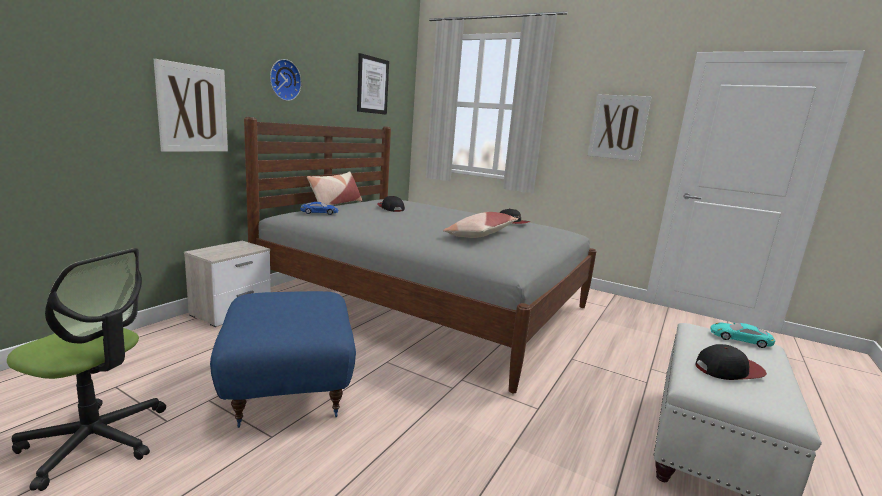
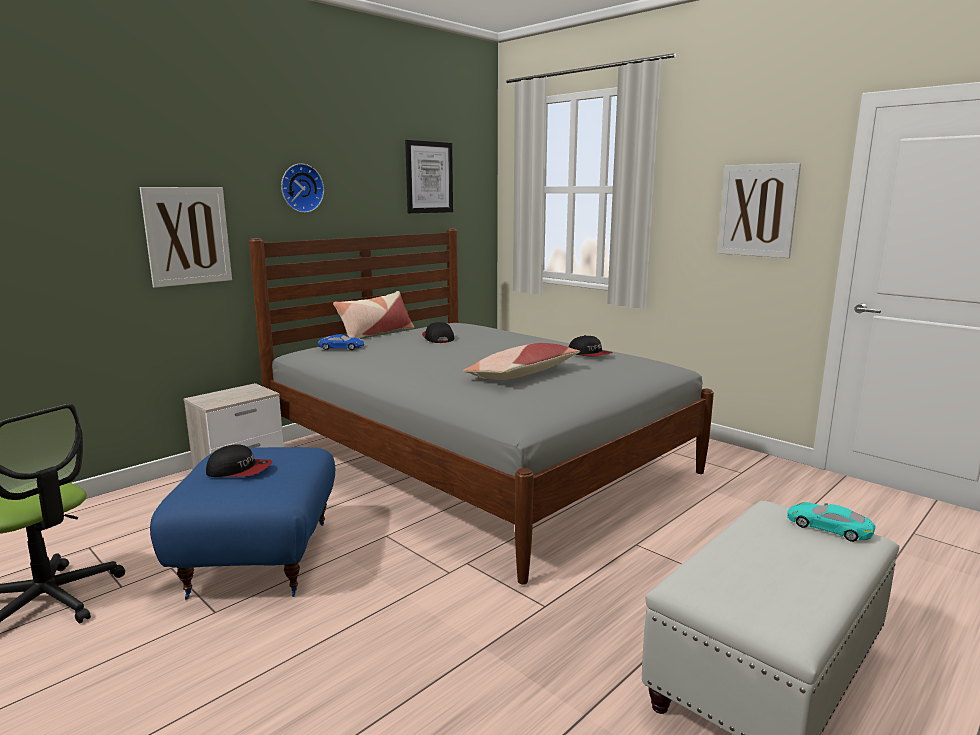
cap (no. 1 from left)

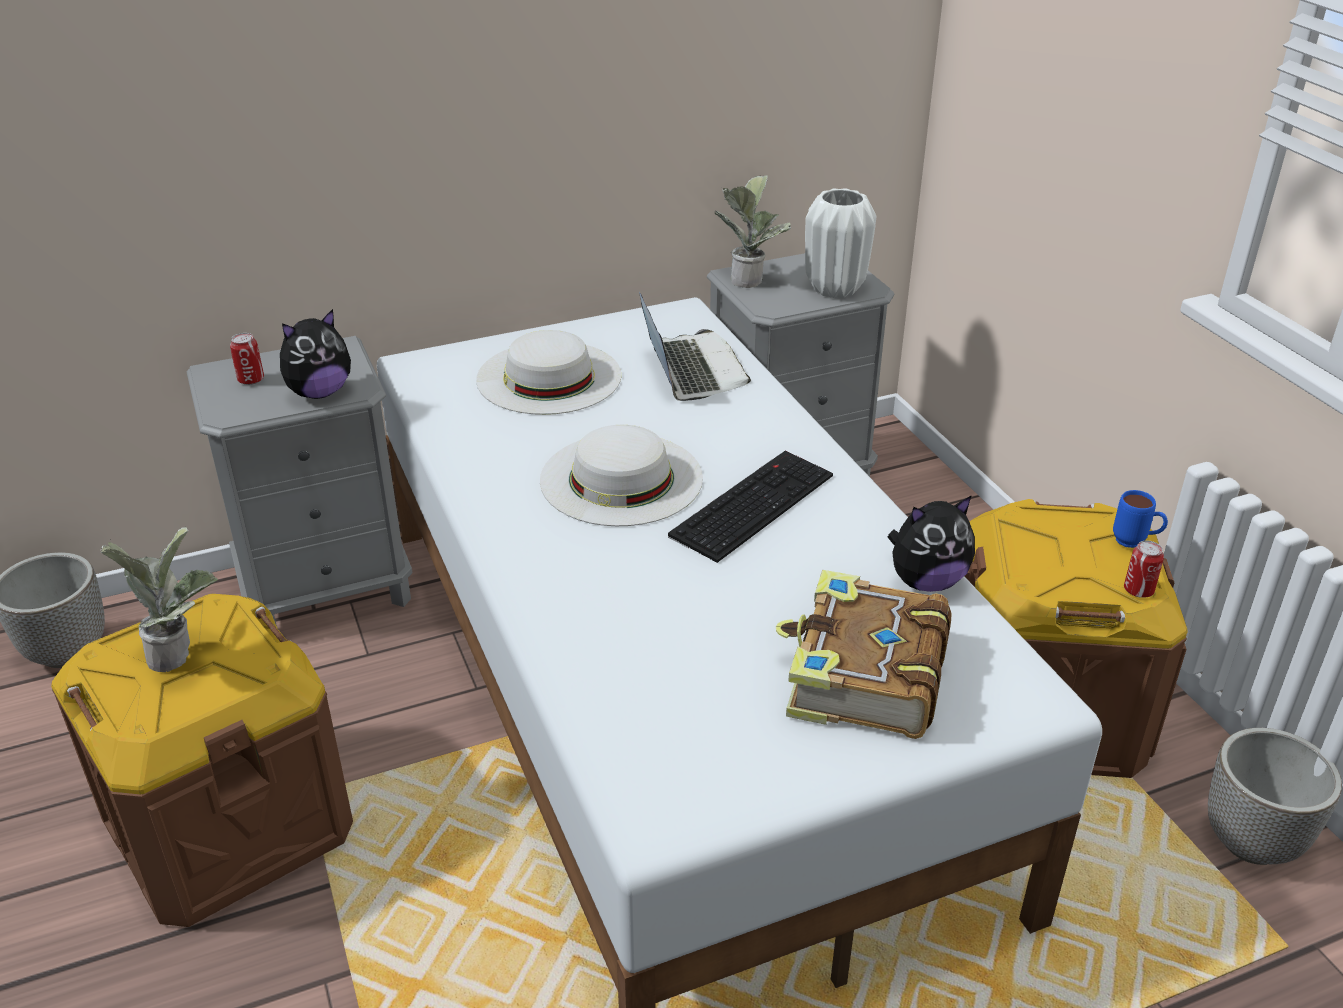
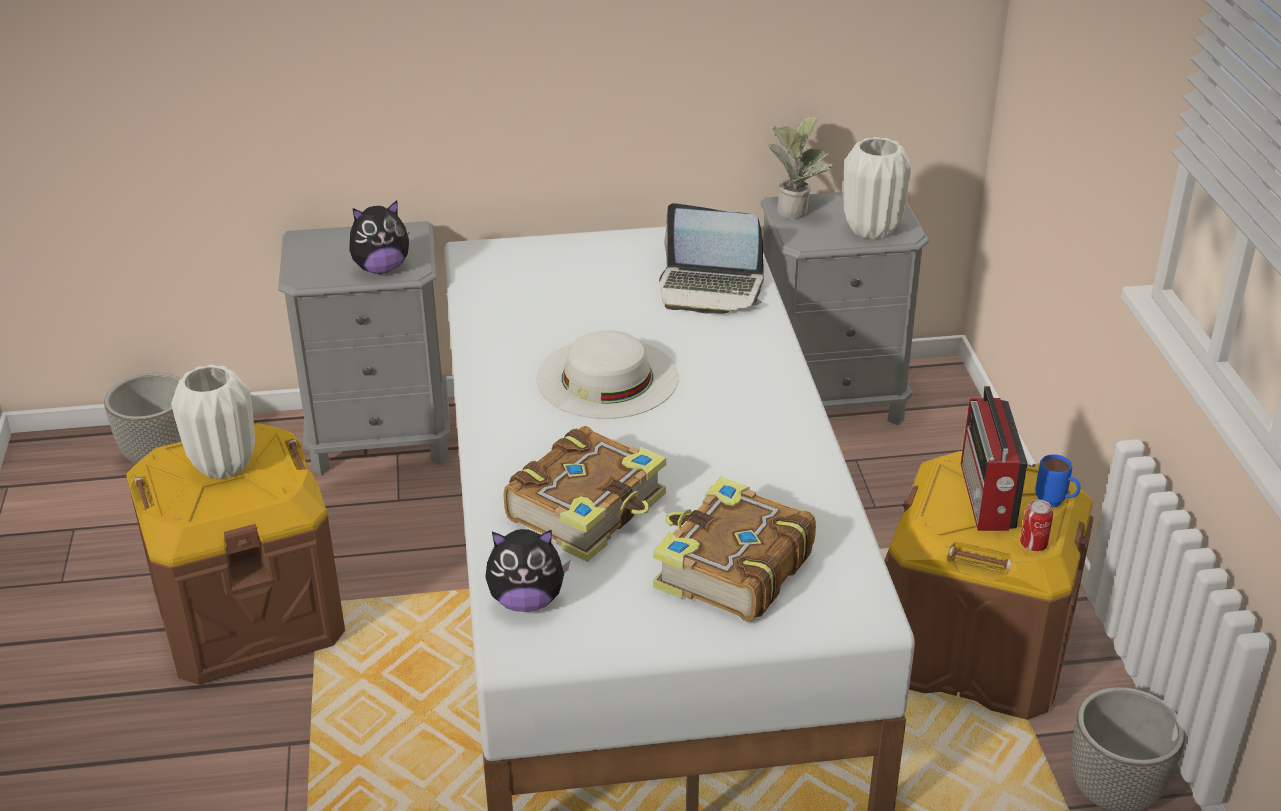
white vase (no. 1 from left)
plush toy (no. 2 from left)
book (no. 1 from left)
laptop
radio
can (no. 1 from left in the first image)
white hat (no. 1 from left in the first image)
keyboard

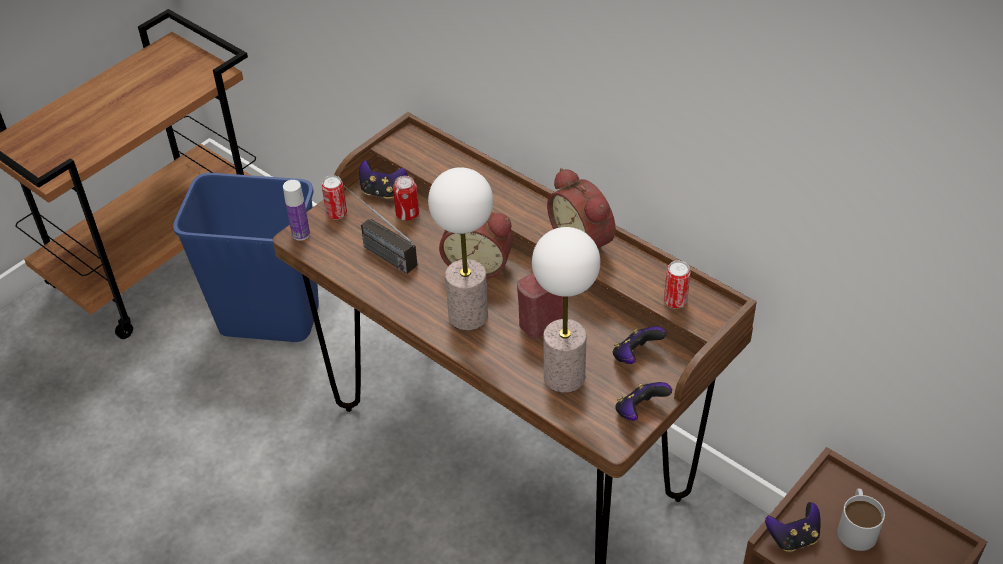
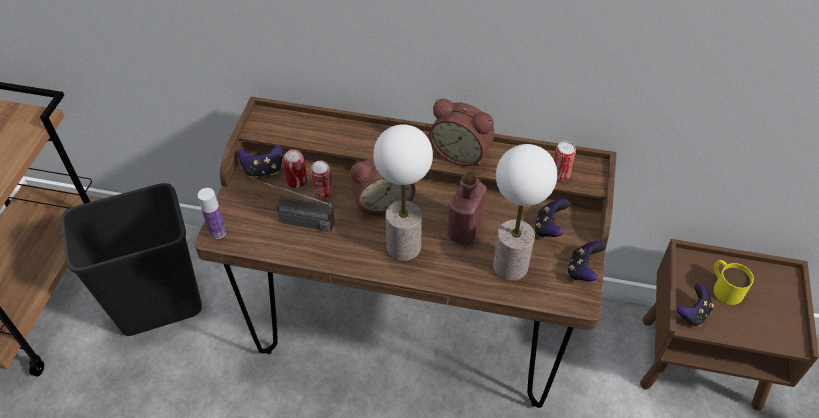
black trash can
can (no. 2 from left)
yellow mug

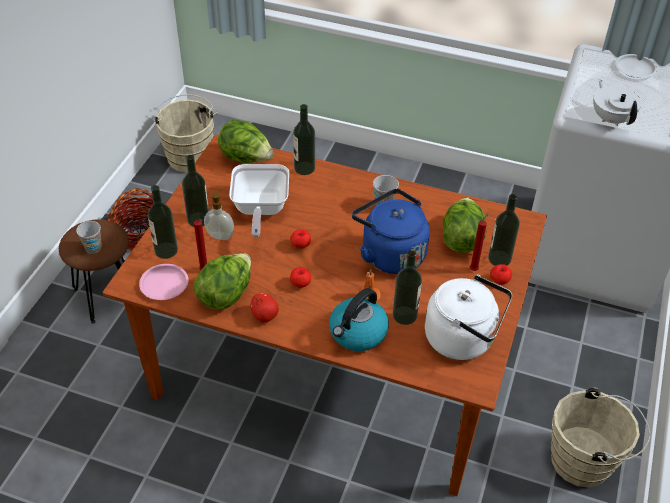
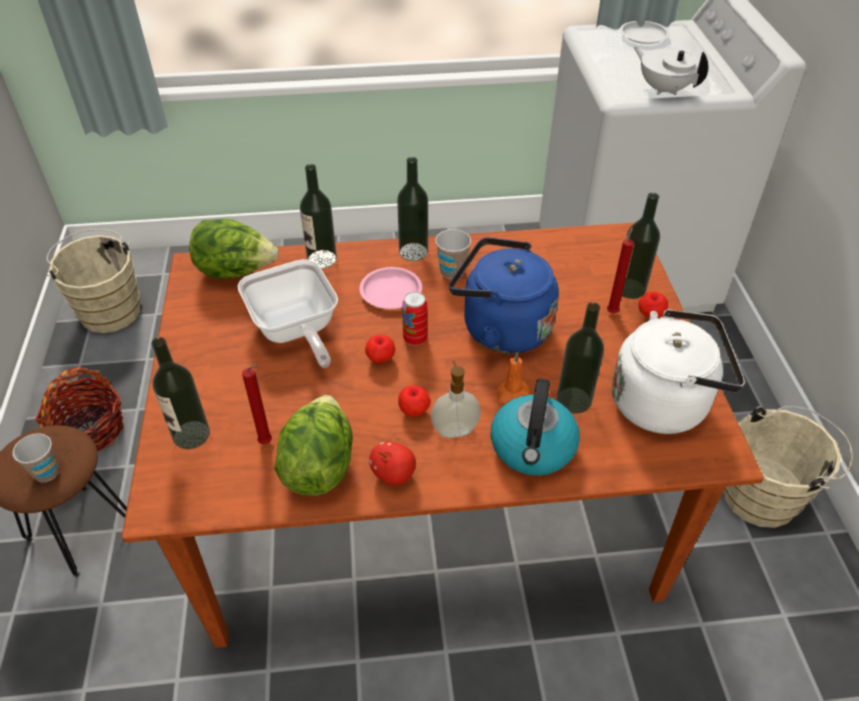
pink plate
bottle (no. 3 from left)
can
soap dispenser
lettuce (no. 3 from left in the first image)

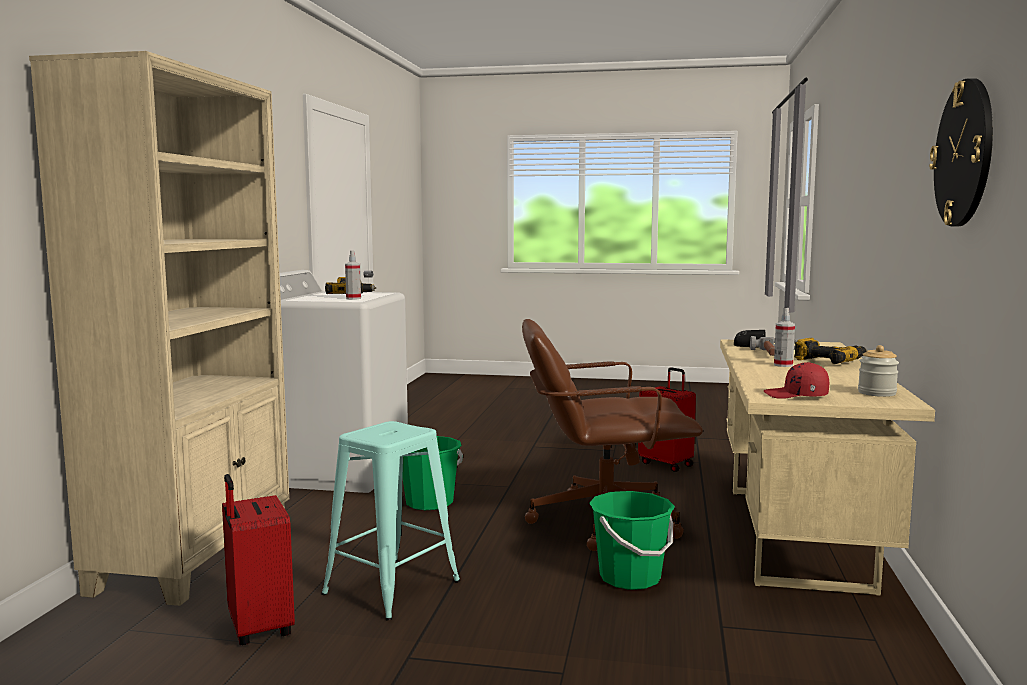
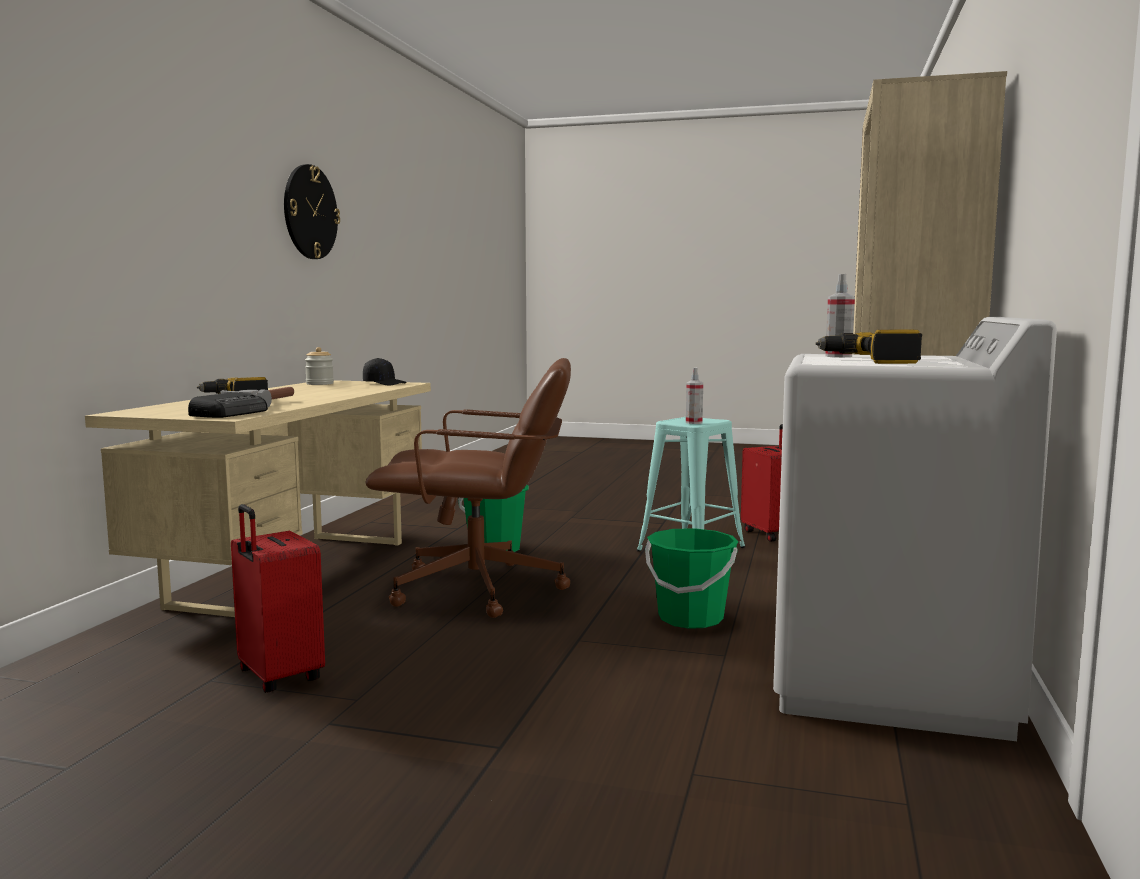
black cap
spray bottle (no. 1 from left)

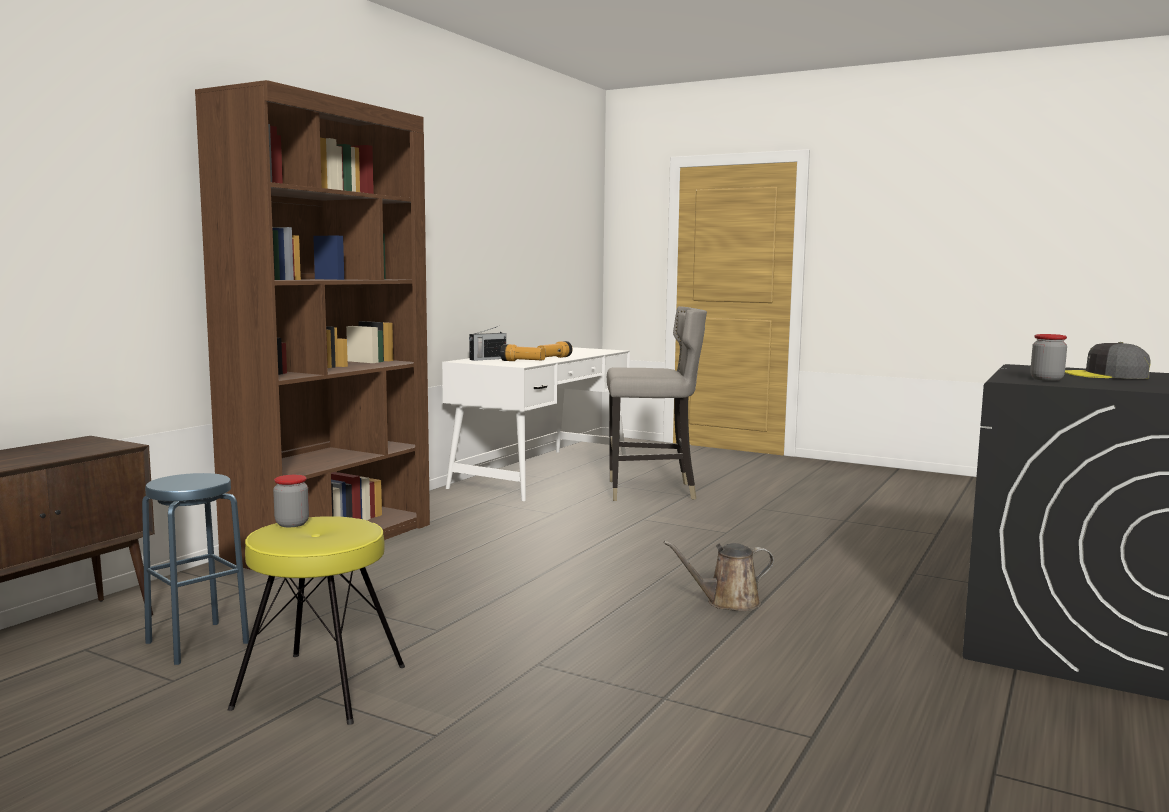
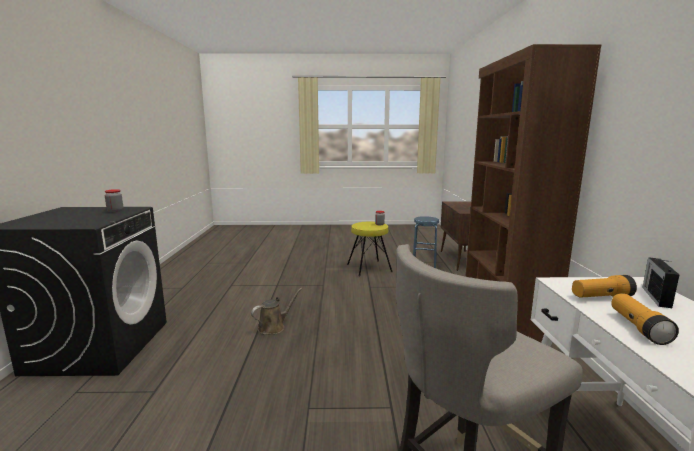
grey cap

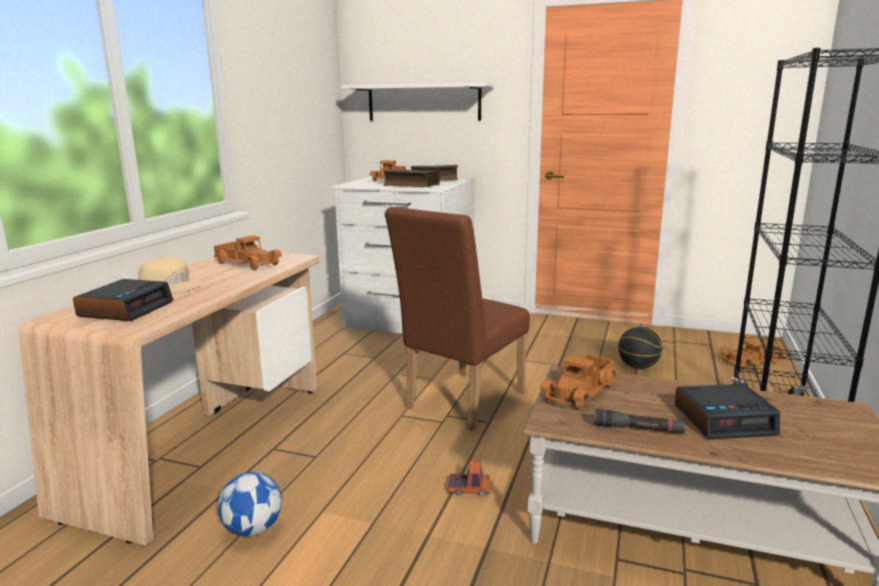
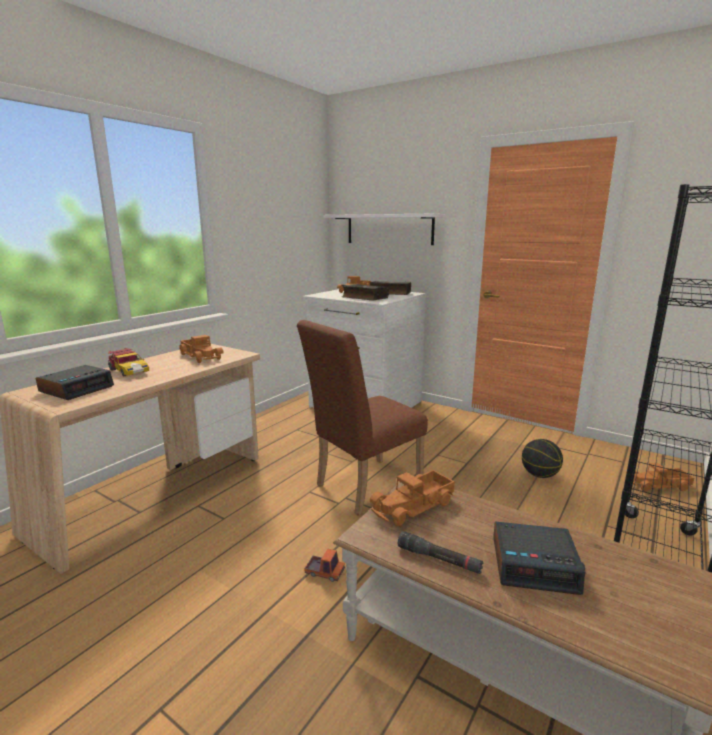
toy car
football

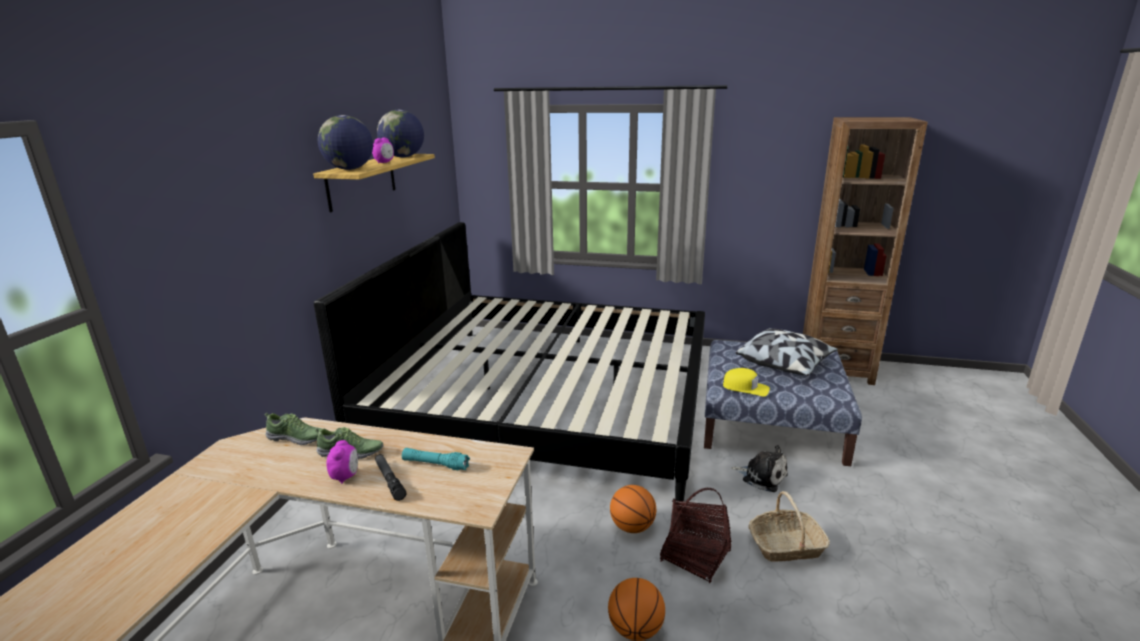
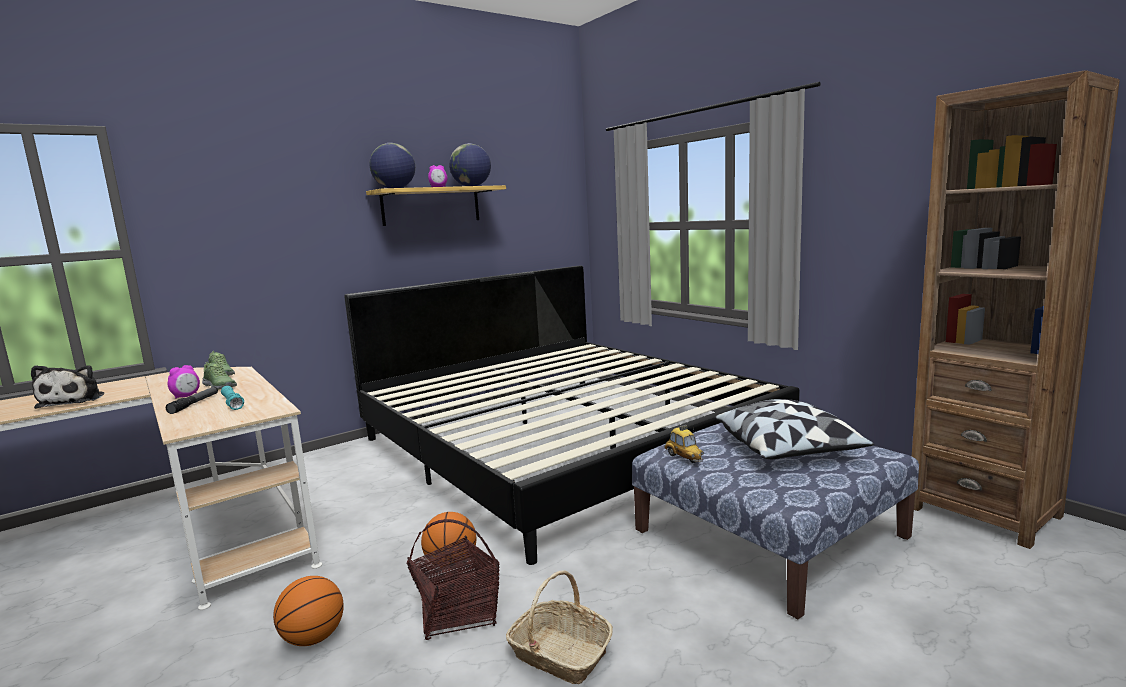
plush toy
toy car

